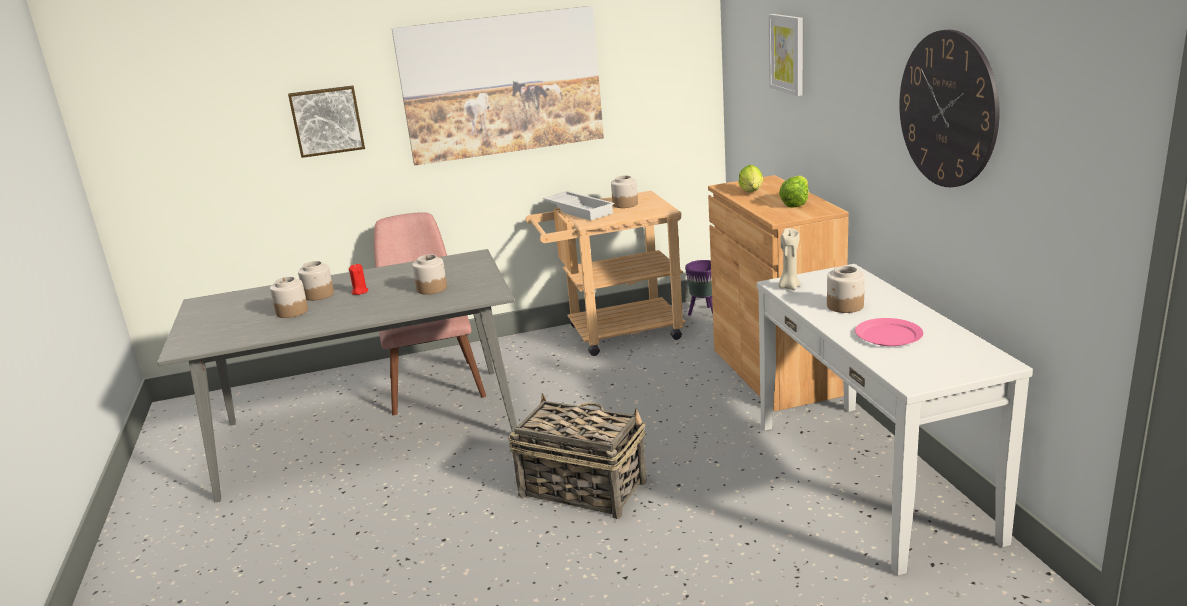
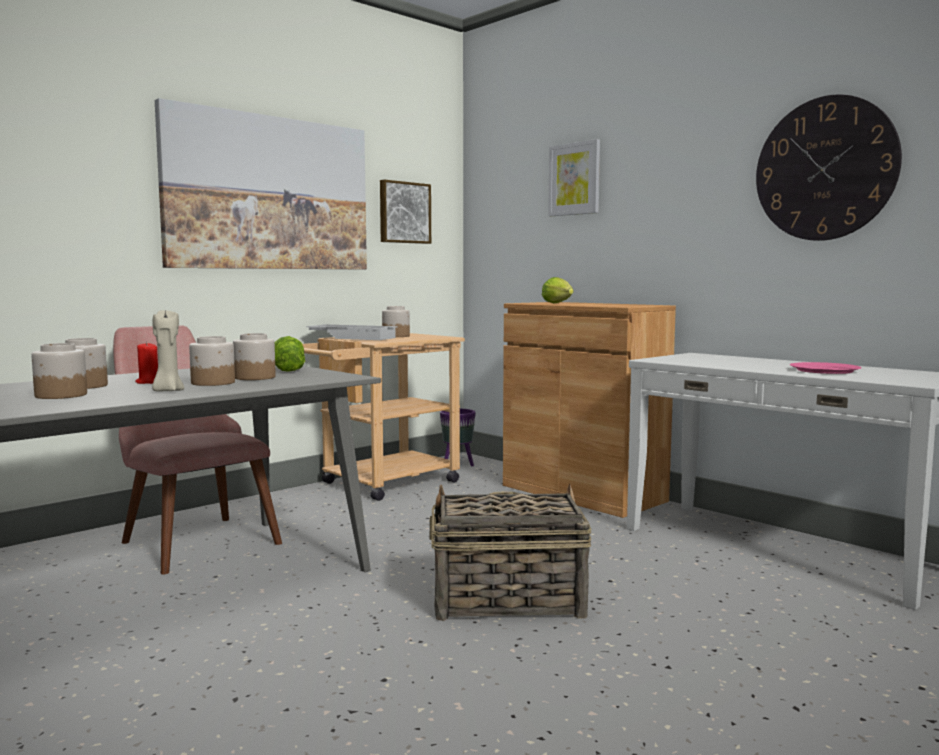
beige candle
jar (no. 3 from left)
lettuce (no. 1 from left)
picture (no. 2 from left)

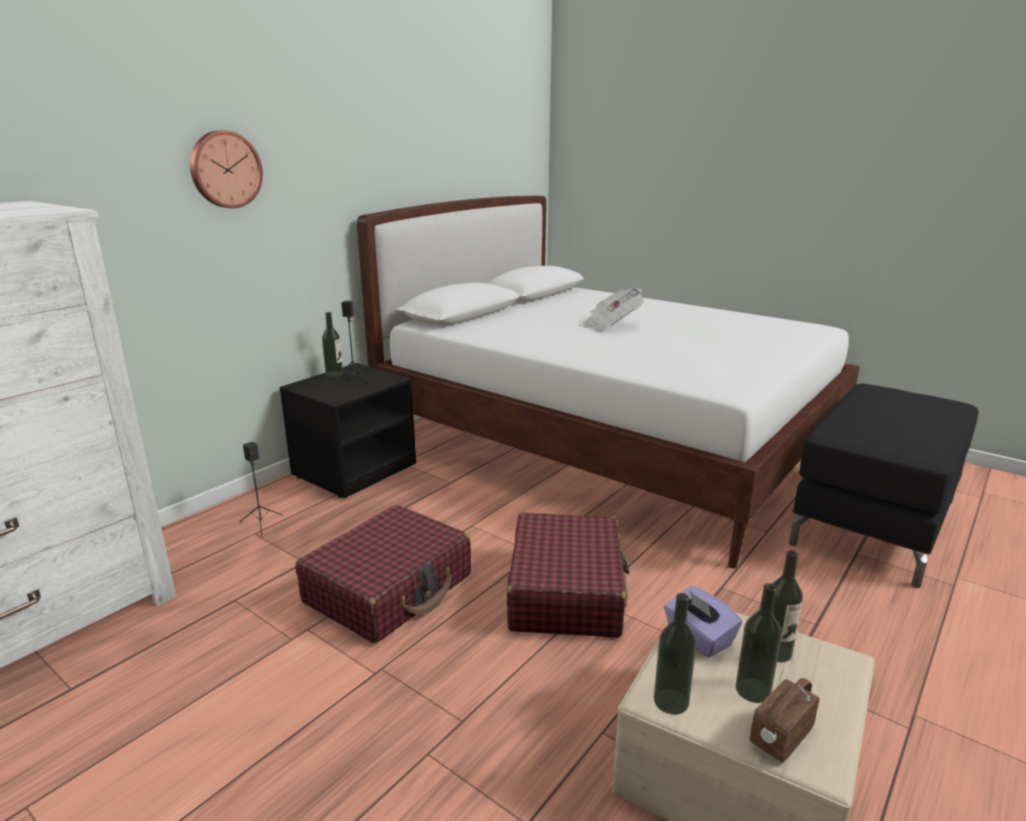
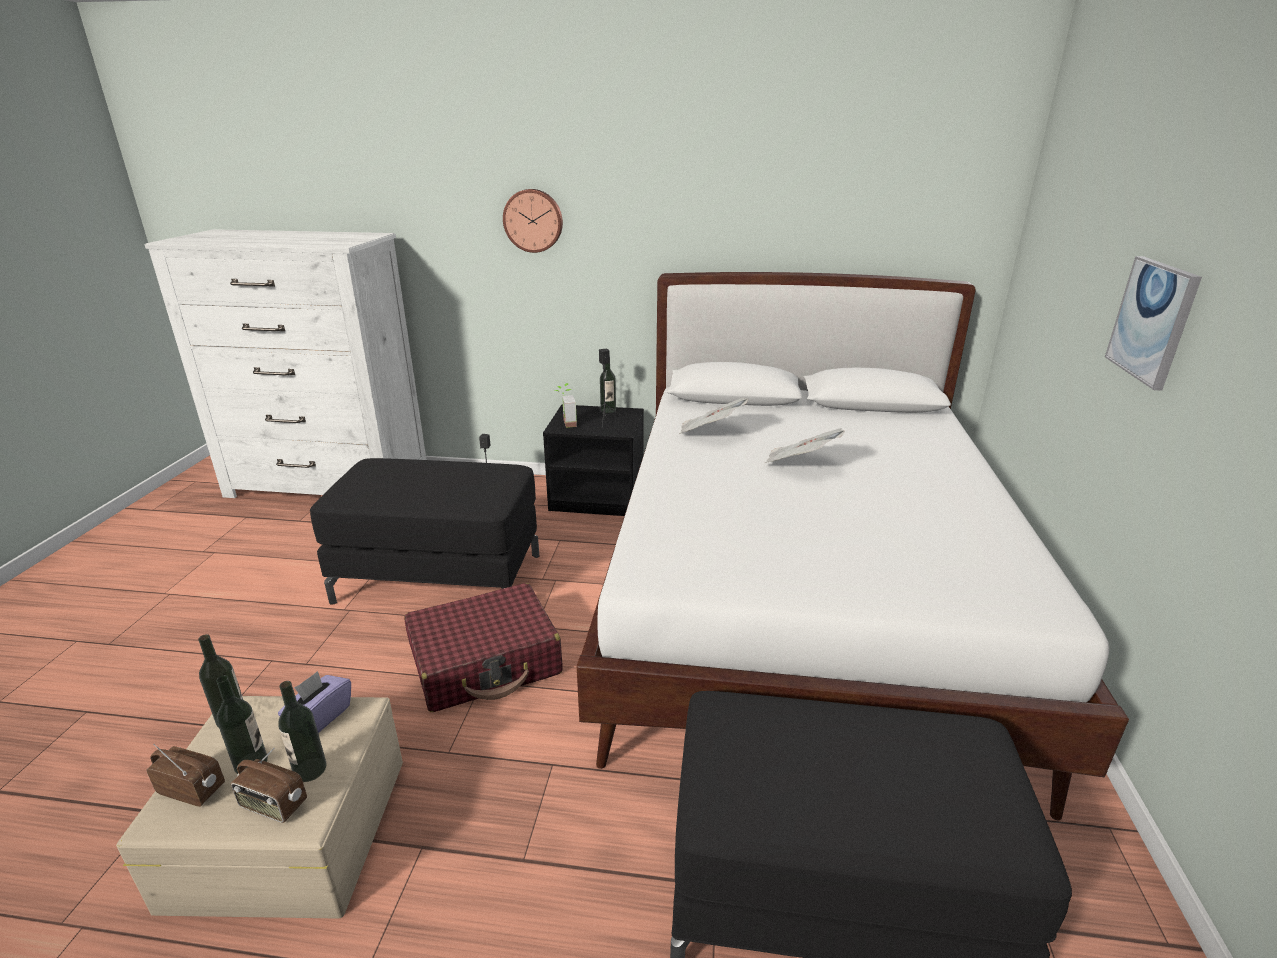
radio (no. 2 from left)
black ottoman (no. 1 from left)
potted plant
newspaper (no. 1 from left)
picture

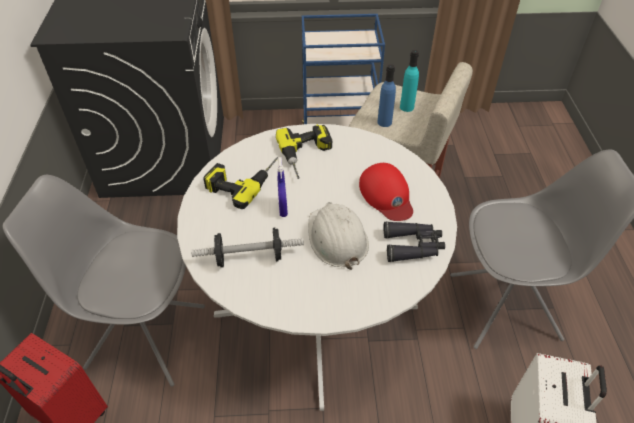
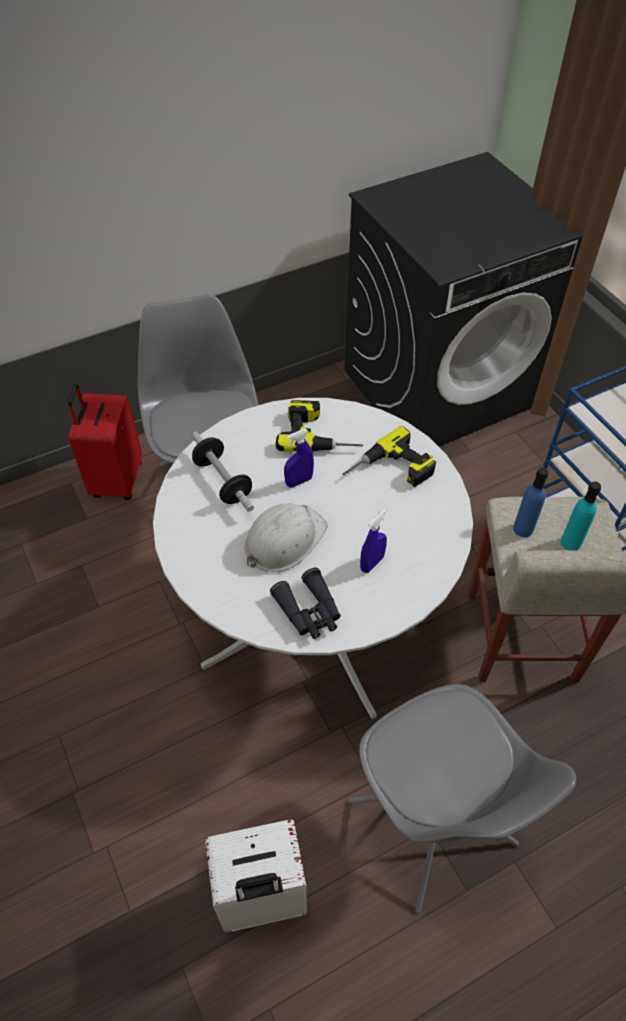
blue spray bottle (no. 2 from left)

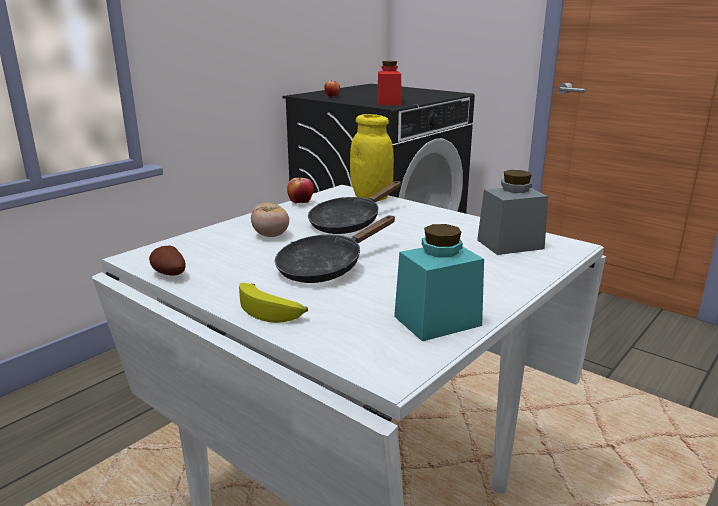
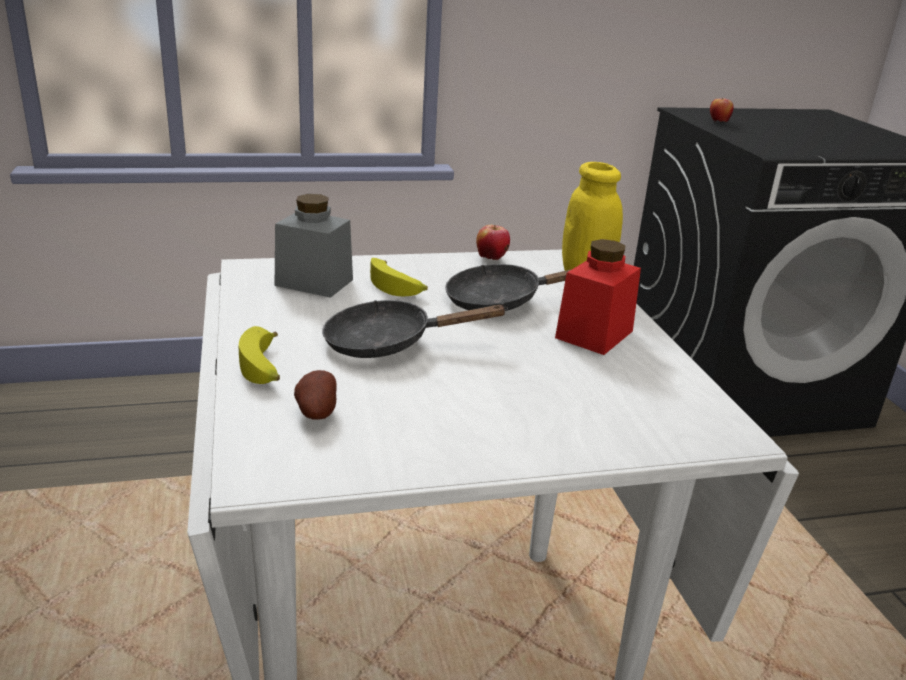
grey jar
potato
banana (no. 2 from left)
red jar
turquoise jar

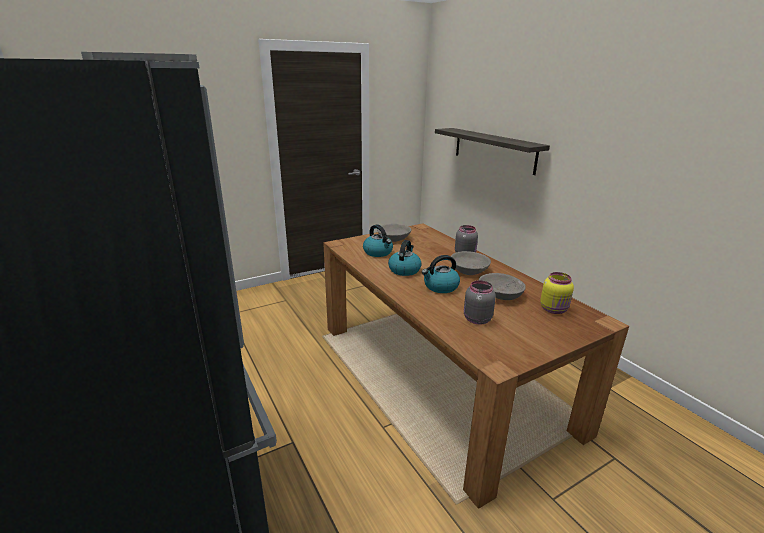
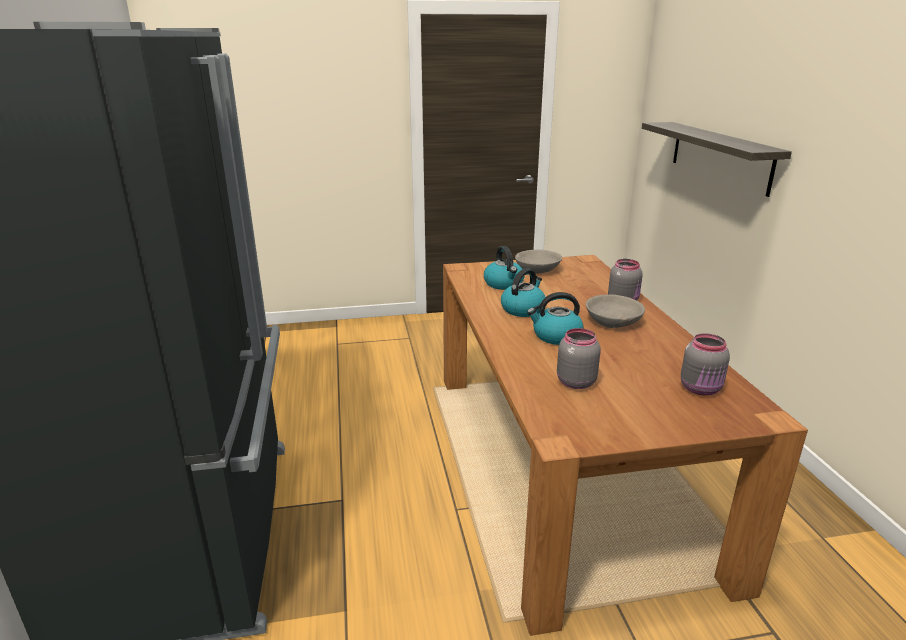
grey jar (no. 3 from left)
grey bowl (no. 3 from left in the first image)

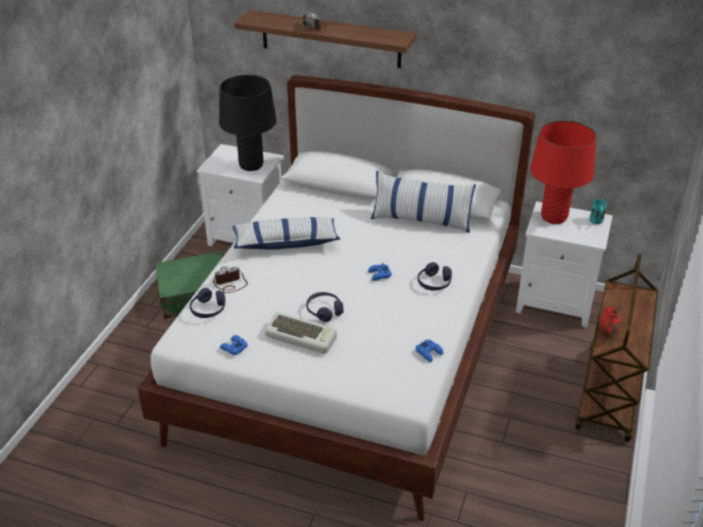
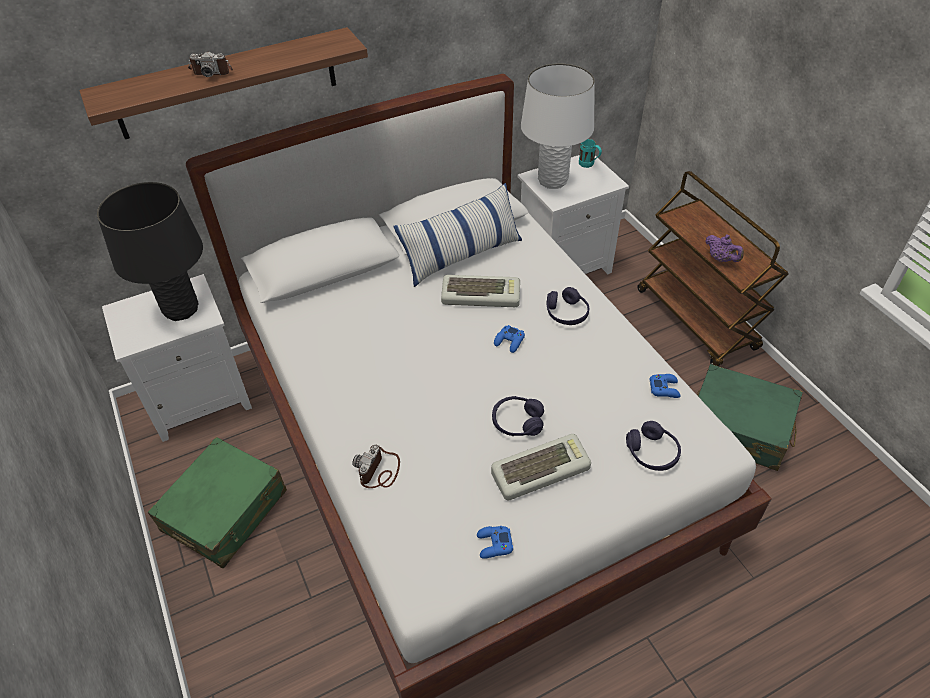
keyboard (no. 1 from left)
white table lamp
purple headphones (no. 3 from left)
green suitcase (no. 2 from left)
purple teapot
pillow (no. 1 from left in the first image)

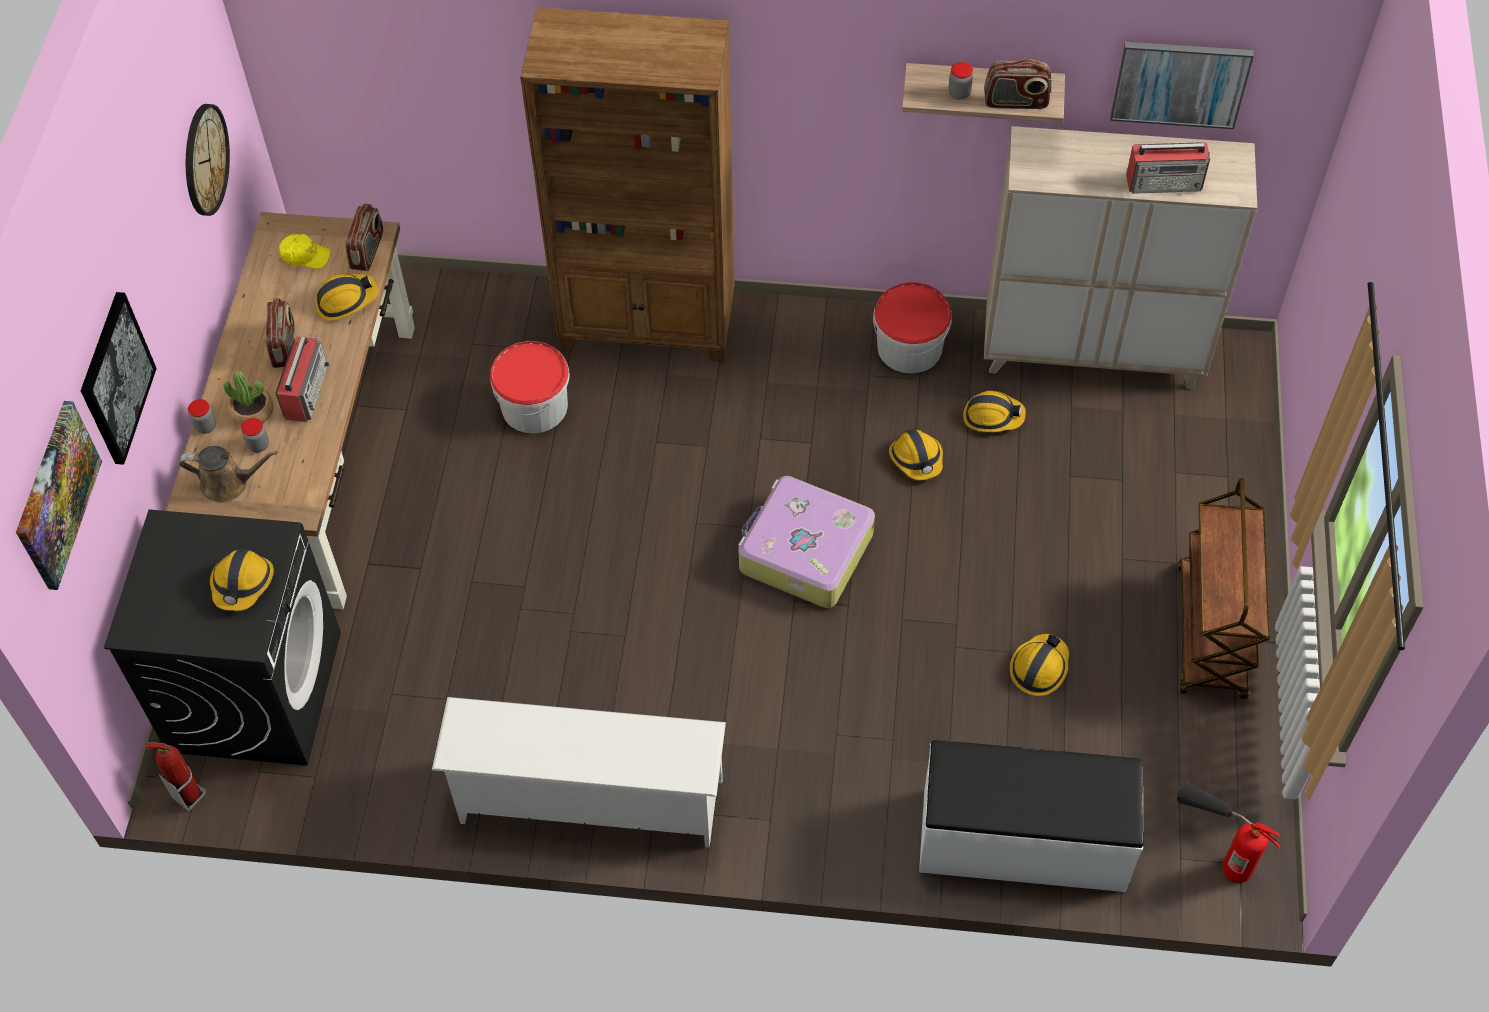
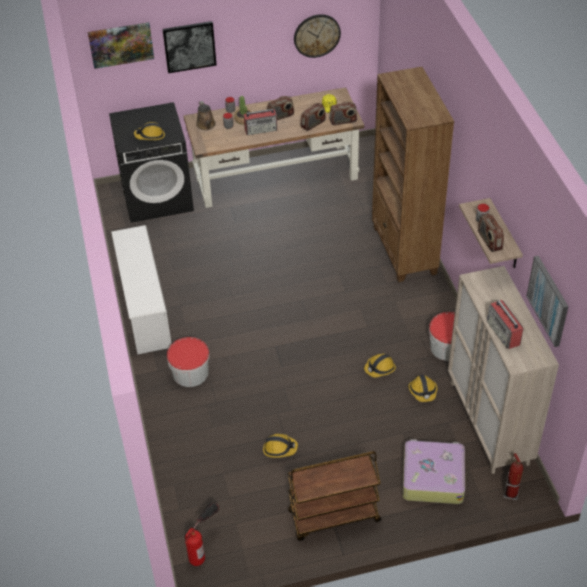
bucket (no. 1 from left)
radio (no. 3 from left)
suitcase
fire extinguisher (no. 2 from left)
white bench

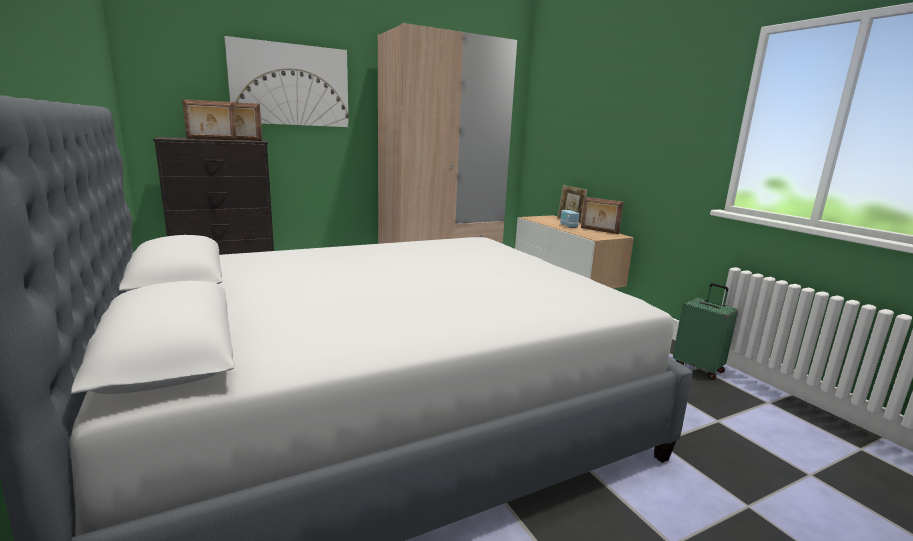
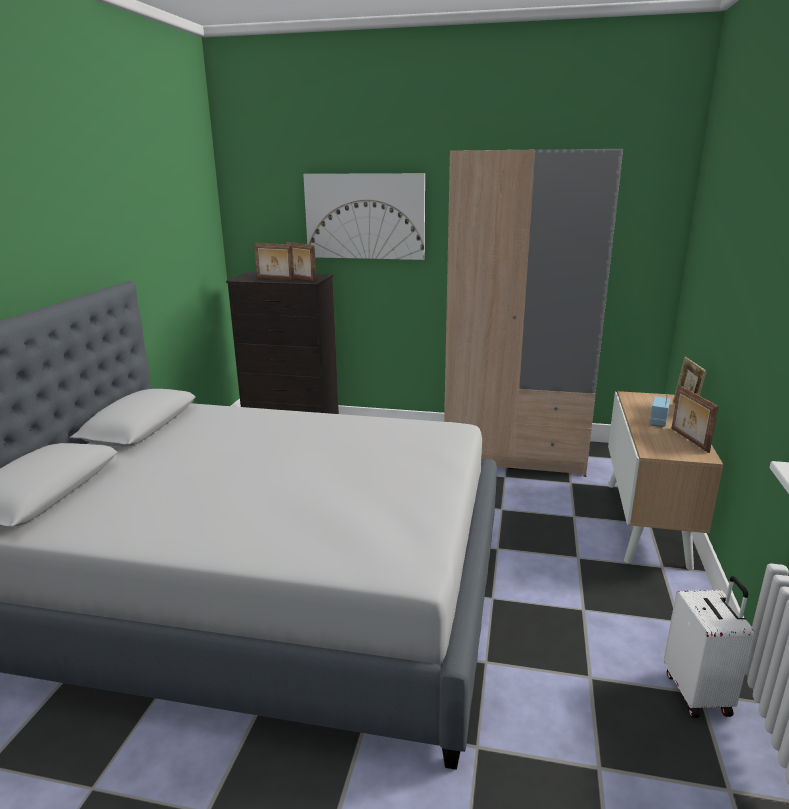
white suitcase

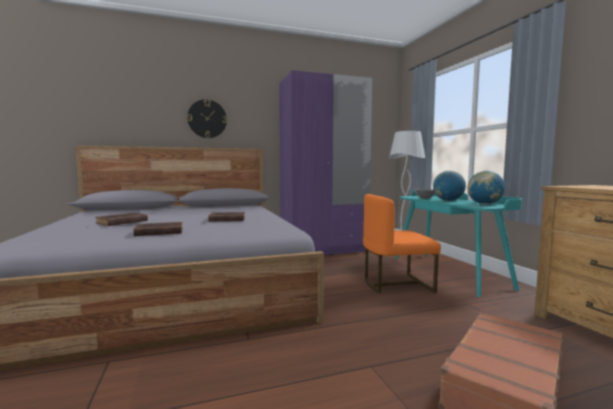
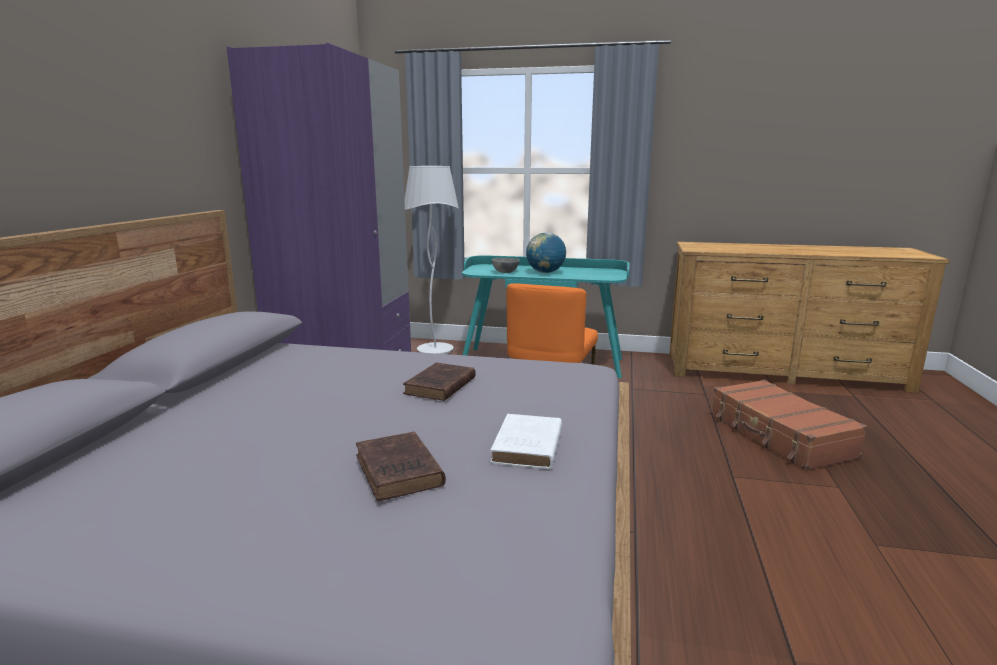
white book
wall clock
globe (no. 2 from left in the first image)

